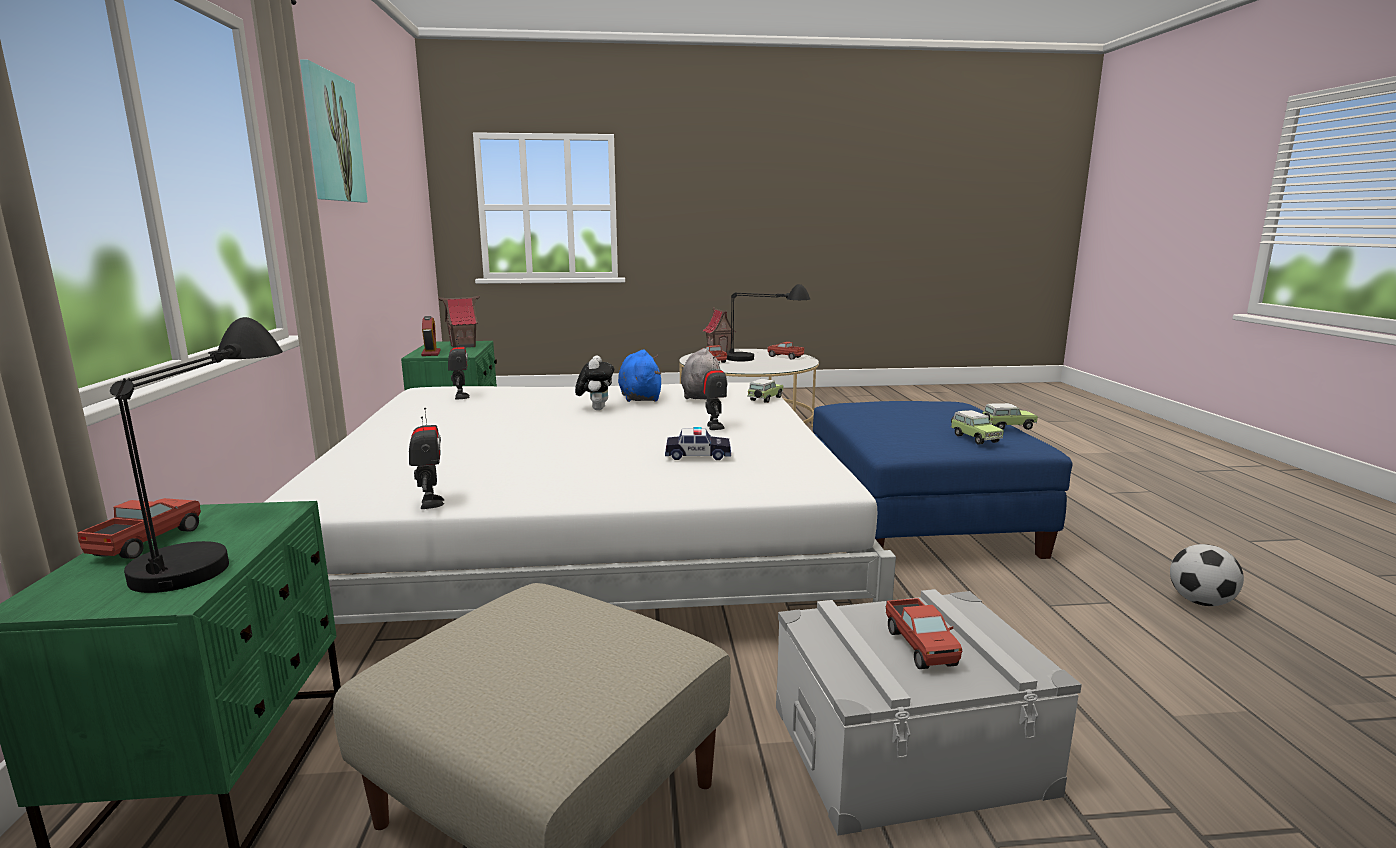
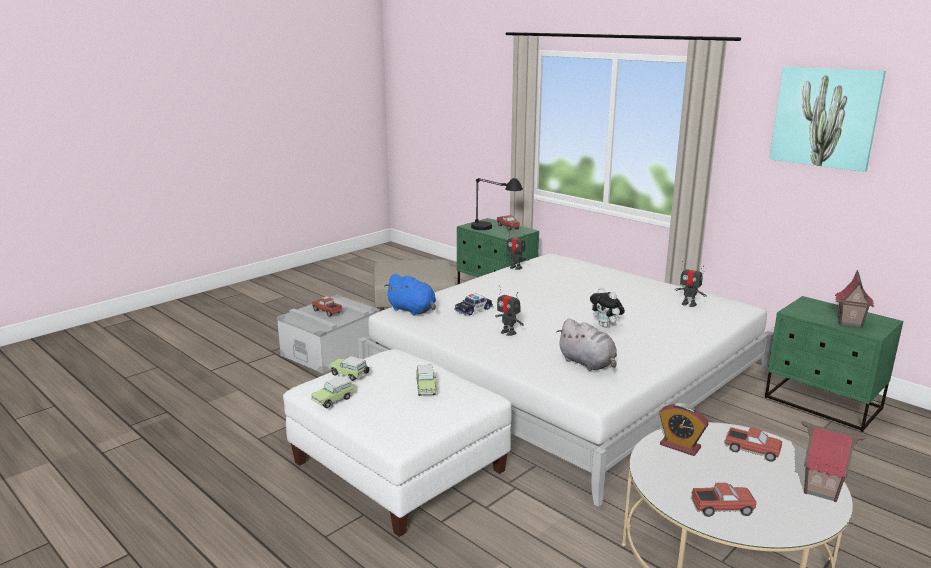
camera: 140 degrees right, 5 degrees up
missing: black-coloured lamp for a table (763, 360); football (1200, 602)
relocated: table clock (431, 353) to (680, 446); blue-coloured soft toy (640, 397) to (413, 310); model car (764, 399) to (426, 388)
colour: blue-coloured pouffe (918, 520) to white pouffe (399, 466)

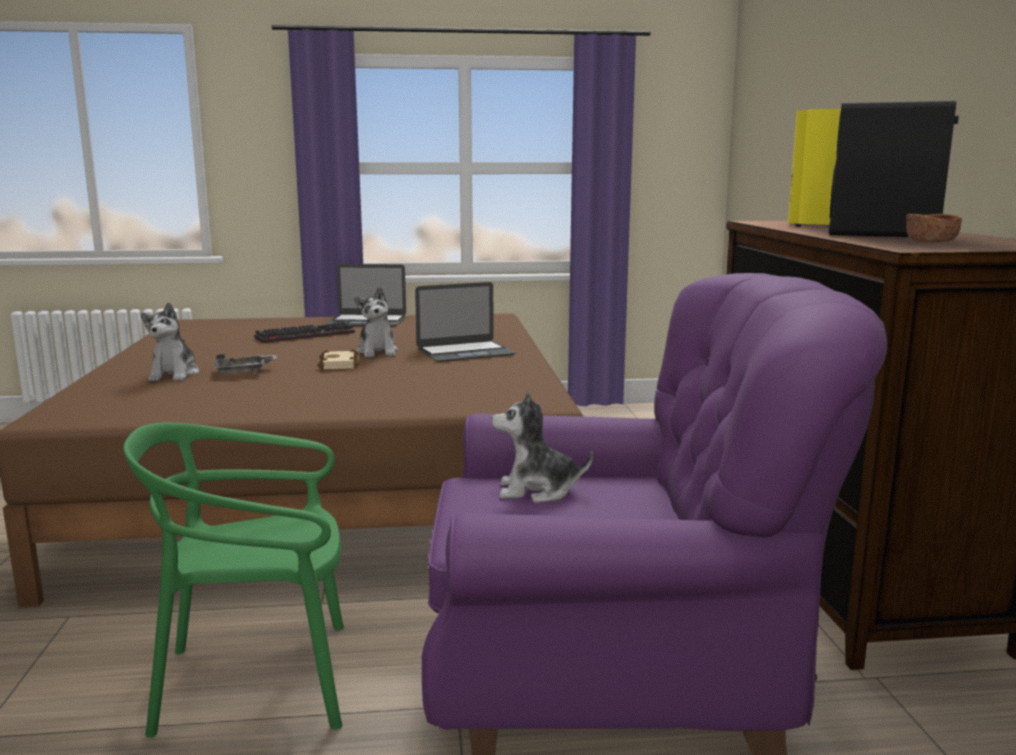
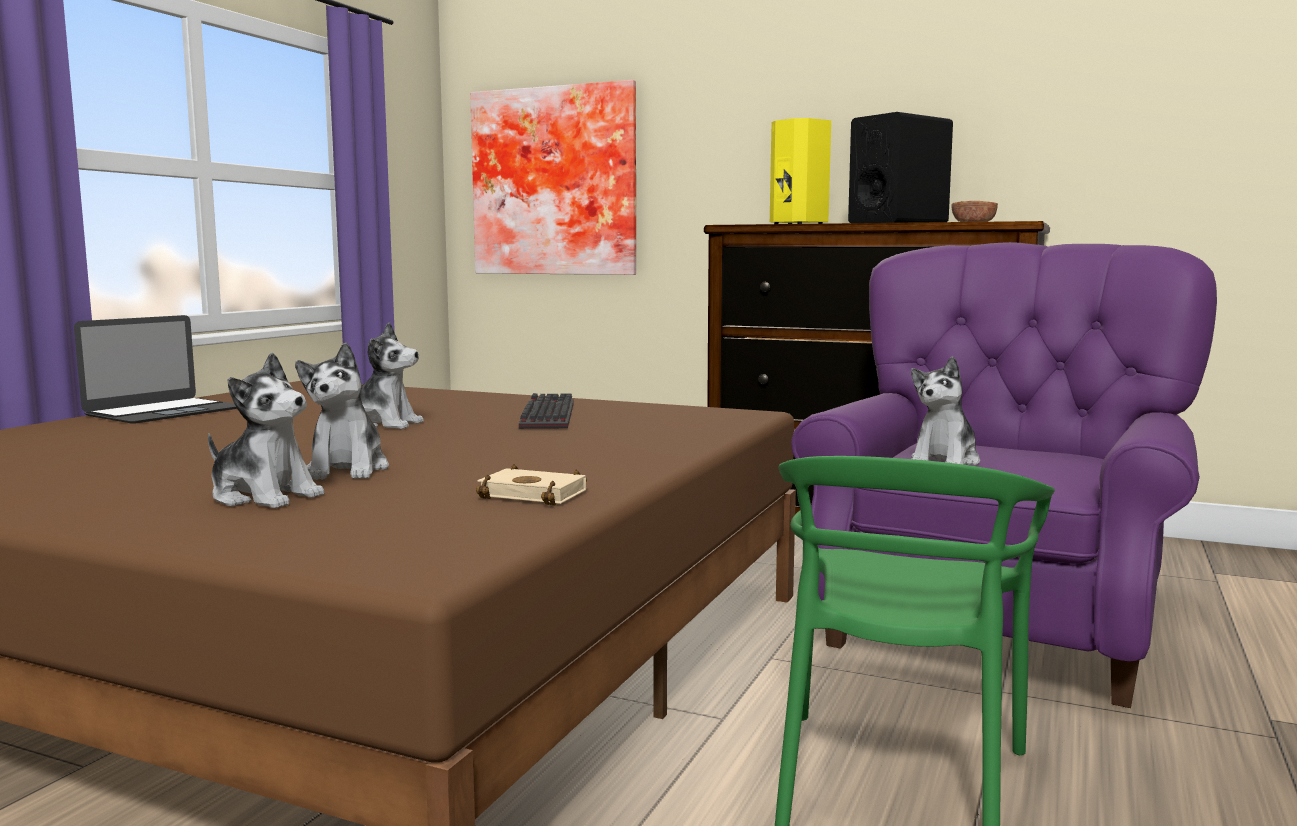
camera: 60 degrees left, 5 degrees down
missing: portable computer (465, 352)
appeared: wall art (556, 182)
relocated: keyboard (306, 335) to (545, 415); beige book (341, 365) to (537, 494)
exchanged: greyish tray (243, 372) to soft toy (347, 470)

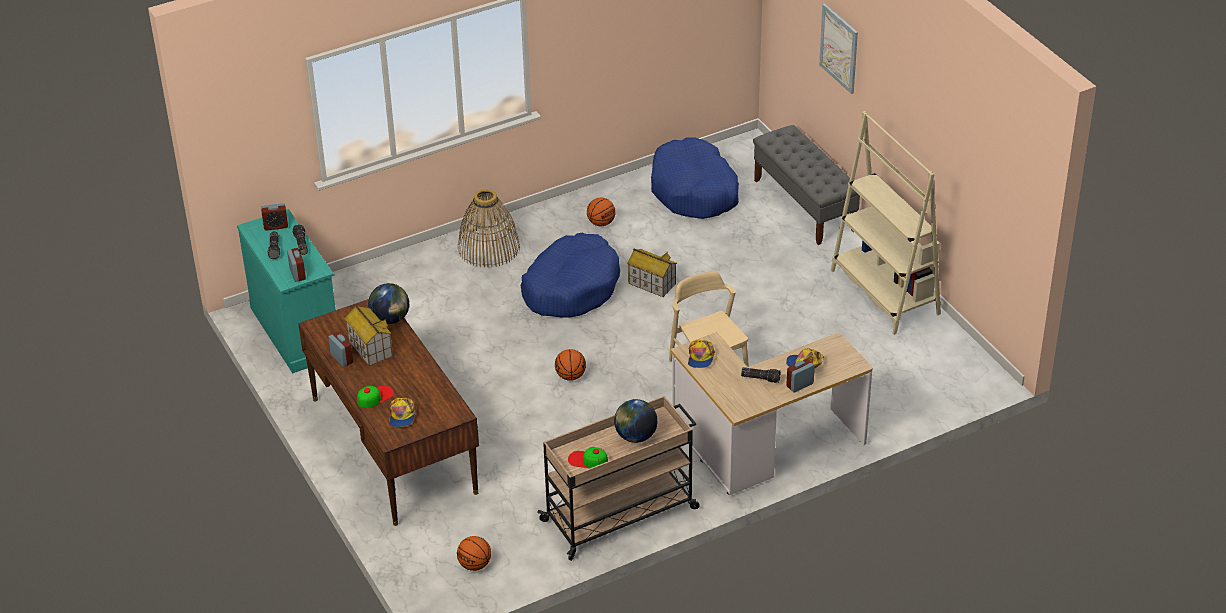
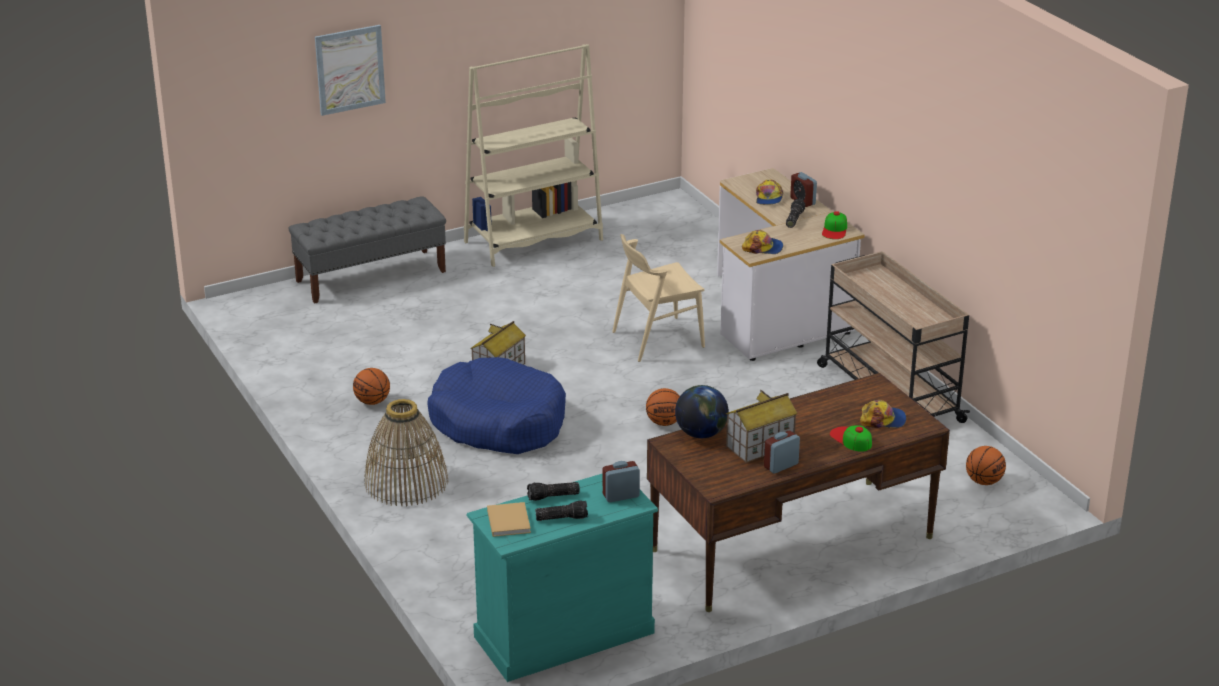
camera: 90 degrees left, 10 degrees down
missing: blue-coloured dog bed (694, 191); globe (635, 436)
relocated: baseball cap (588, 460) to (835, 229)
exchanged: table clock (276, 226) to beige book (508, 520)

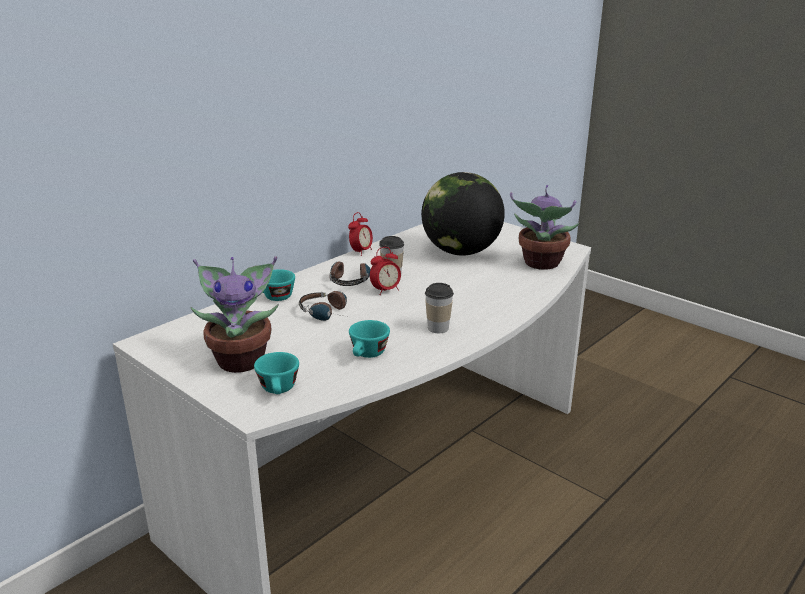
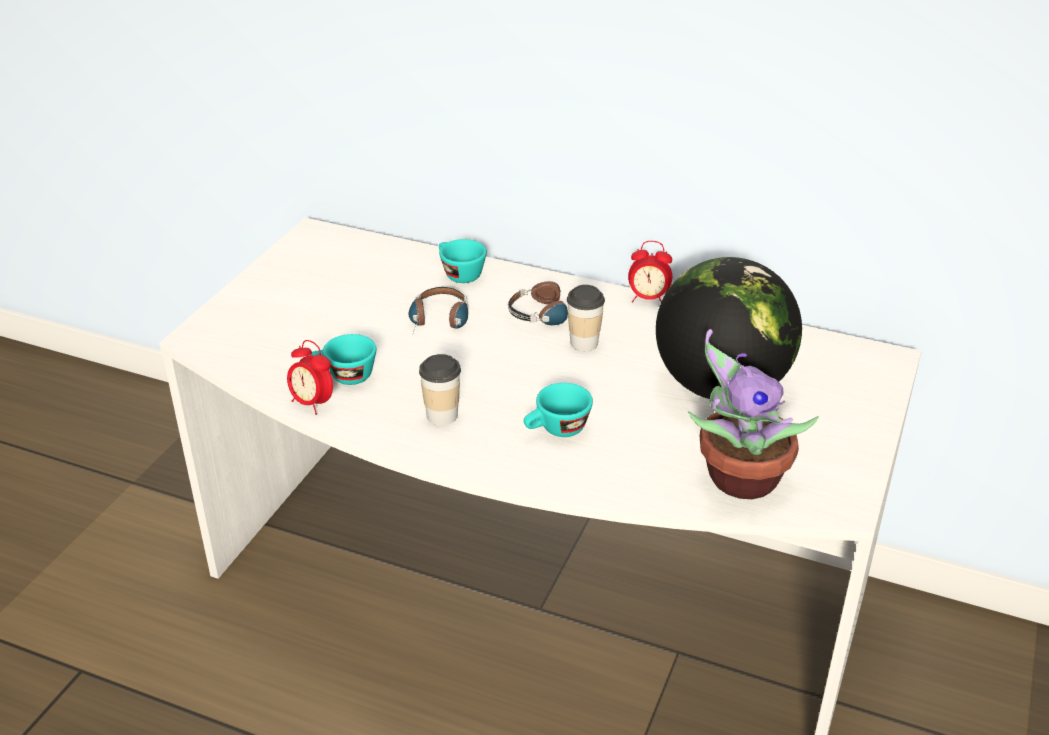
camera: 70 degrees right, 10 degrees up
missing: potted plant (241, 359)
relocated: table clock (386, 291) to (312, 403); turquoise-coloured small cup (279, 390) to (556, 430)

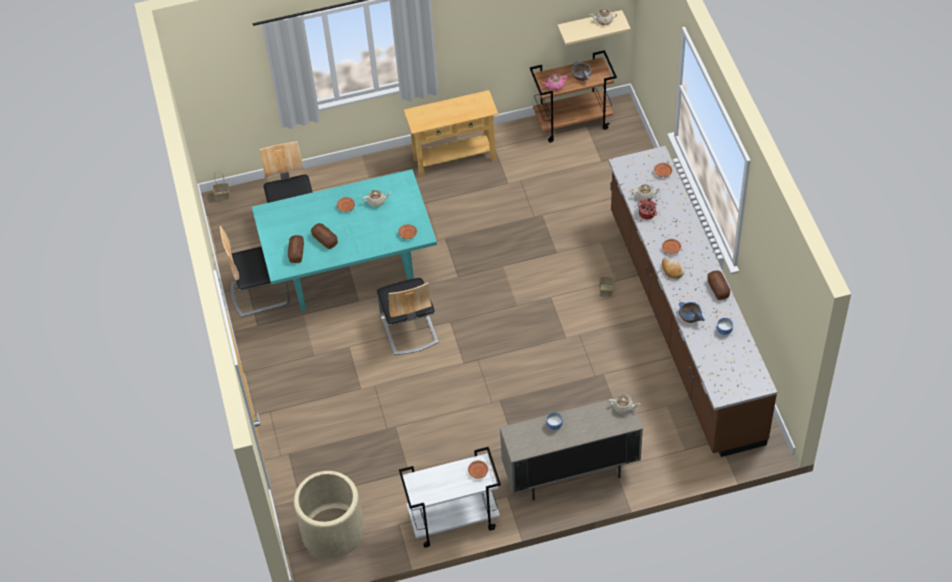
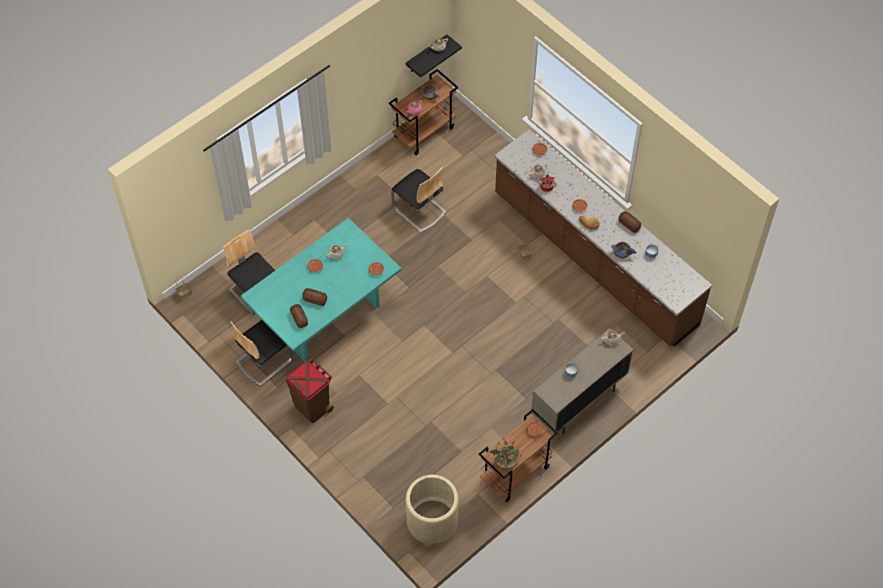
camera: 30 degrees left, 5 degrees up
missing: beige narrow table (454, 158)
appeared: brown-coloured waste bin (312, 406); potted plant (505, 463)
relocated: upright chair (409, 329) to (419, 210)
colour: beige shelf (589, 25) to black-coloured shelf (426, 54); white wheeled cart (453, 521) to brown-coloured wheeled cart (515, 474)

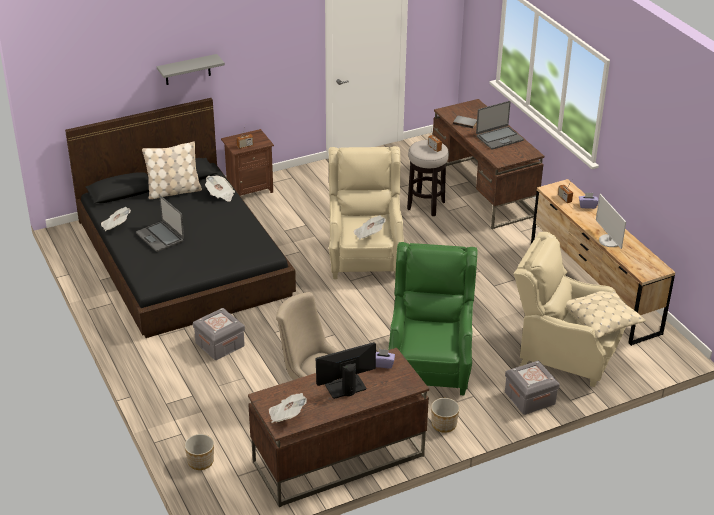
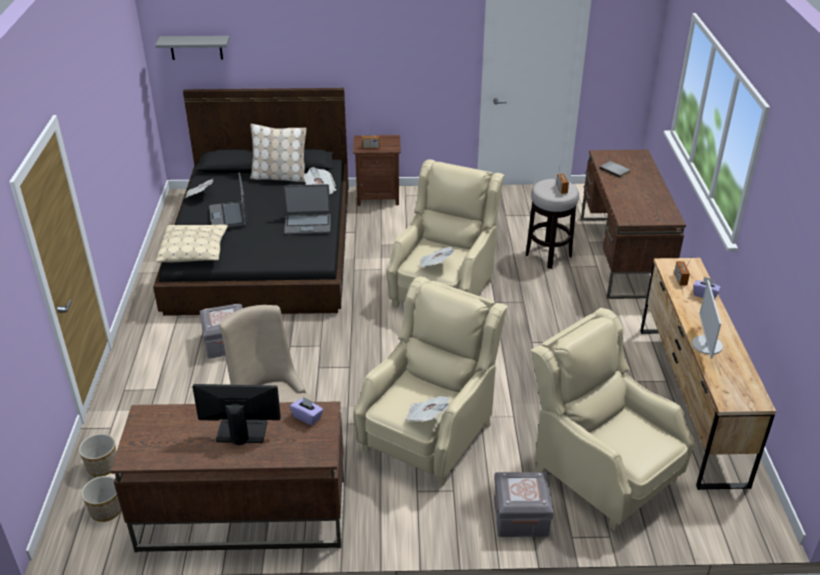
camera: 25 degrees right, 0 degrees up
relocated: greyish shelf (187, 70) to (196, 47); portable computer (499, 138) to (307, 224); beige cushion (602, 319) to (194, 251); printed paper (286, 415) to (426, 417); flower pot (444, 425) to (106, 510)
colour: green lounge chair (430, 364) to beige lounge chair (429, 434)

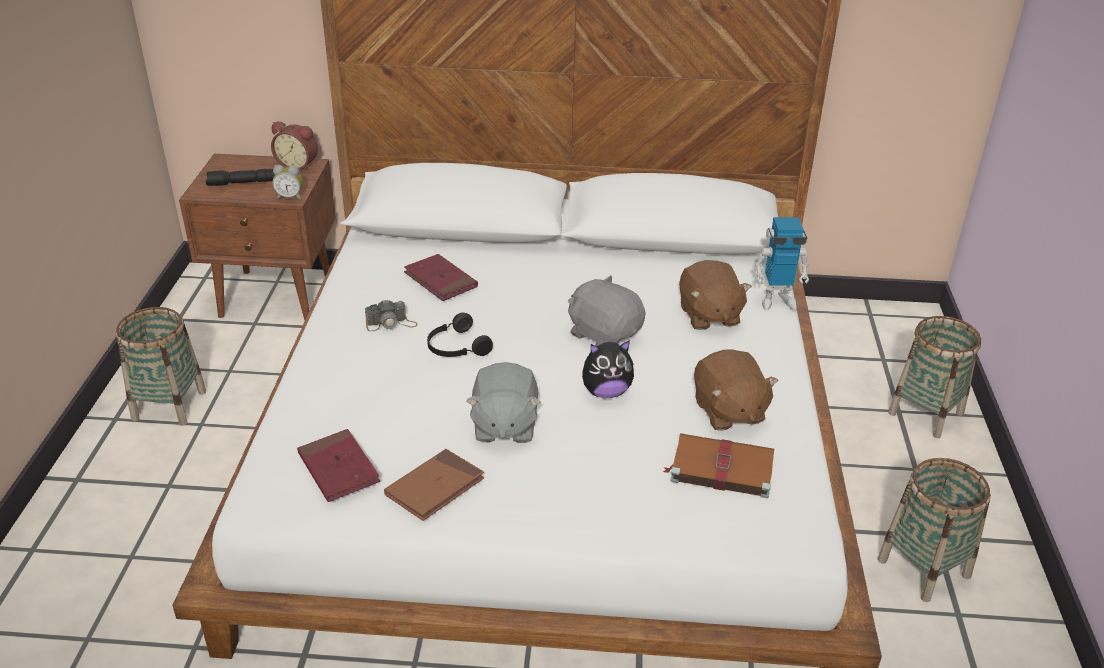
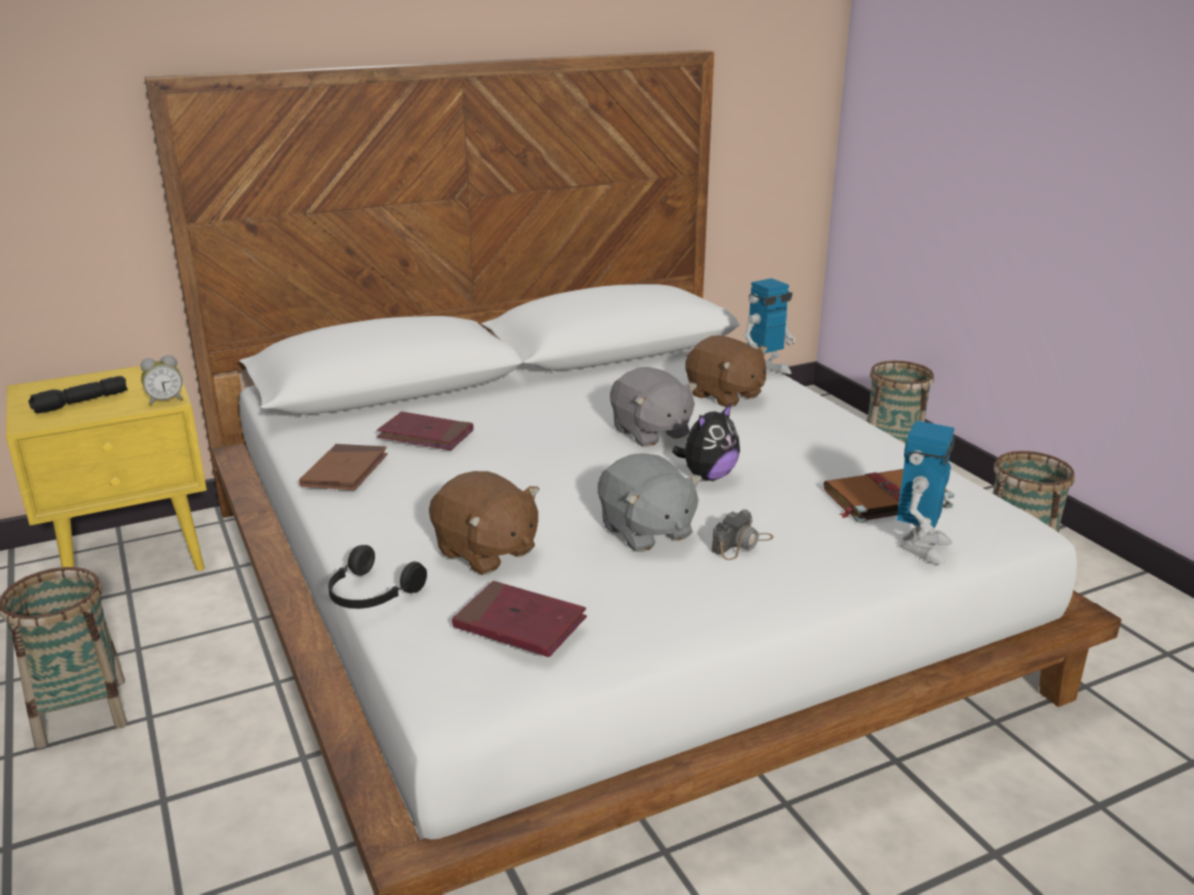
camera: 30 degrees left, 10 degrees down
missing: table clock (298, 165)
appeared: model robot (920, 546)
relocated: photo camera (391, 324) to (742, 544); black-coloured pair of headphones (456, 347) to (371, 594); brown-coloured soft toy (728, 411) to (486, 552); brown-coloured book (435, 488) to (345, 471)
colour: brown-coloured bedside table (277, 296) to yellowish bedside table (135, 556)
spun: greyish soft toy (604, 334) = (650, 433) 135 degrees counterclockwise

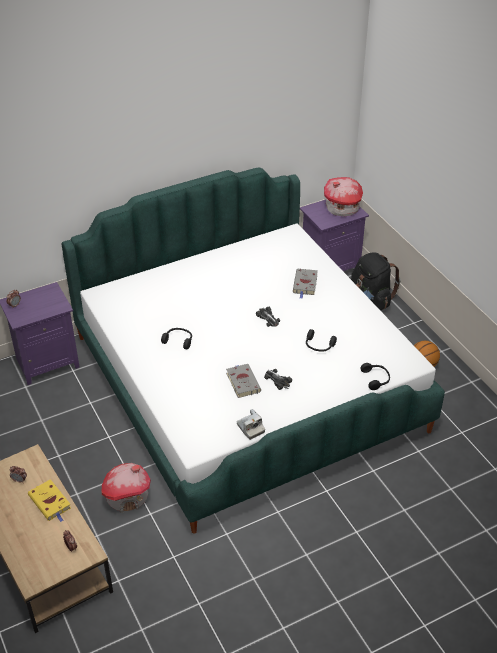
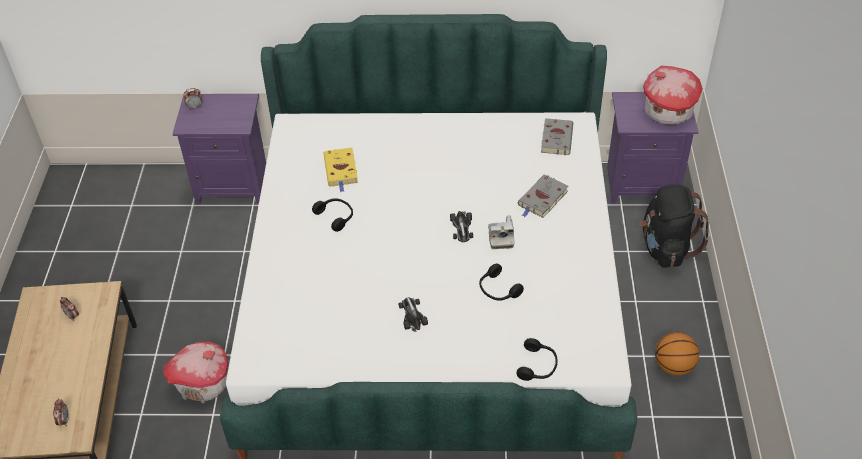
camera: 30 degrees right, 5 degrees up
relocated: greyish book (242, 382) to (556, 138); photo camera (250, 428) to (500, 237); yellowish book (50, 503) to (341, 171)

